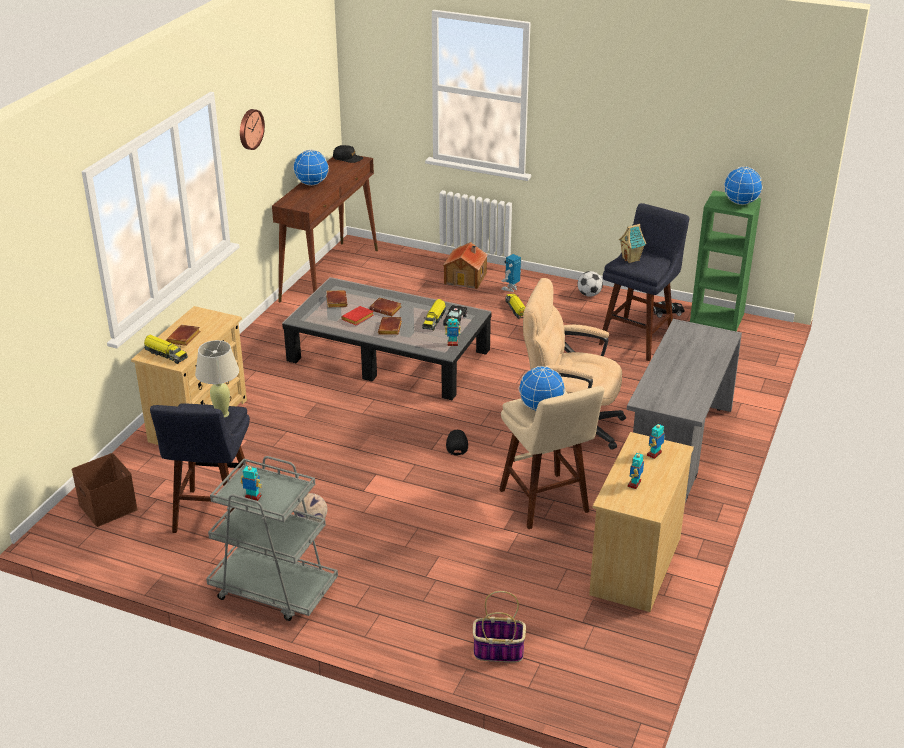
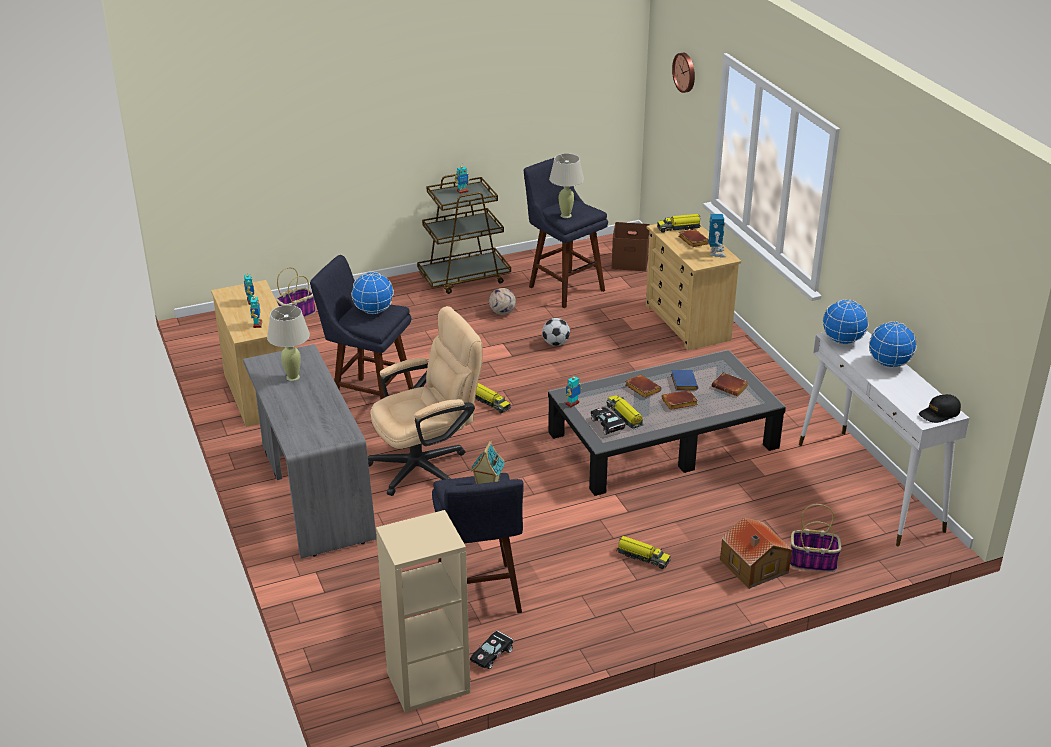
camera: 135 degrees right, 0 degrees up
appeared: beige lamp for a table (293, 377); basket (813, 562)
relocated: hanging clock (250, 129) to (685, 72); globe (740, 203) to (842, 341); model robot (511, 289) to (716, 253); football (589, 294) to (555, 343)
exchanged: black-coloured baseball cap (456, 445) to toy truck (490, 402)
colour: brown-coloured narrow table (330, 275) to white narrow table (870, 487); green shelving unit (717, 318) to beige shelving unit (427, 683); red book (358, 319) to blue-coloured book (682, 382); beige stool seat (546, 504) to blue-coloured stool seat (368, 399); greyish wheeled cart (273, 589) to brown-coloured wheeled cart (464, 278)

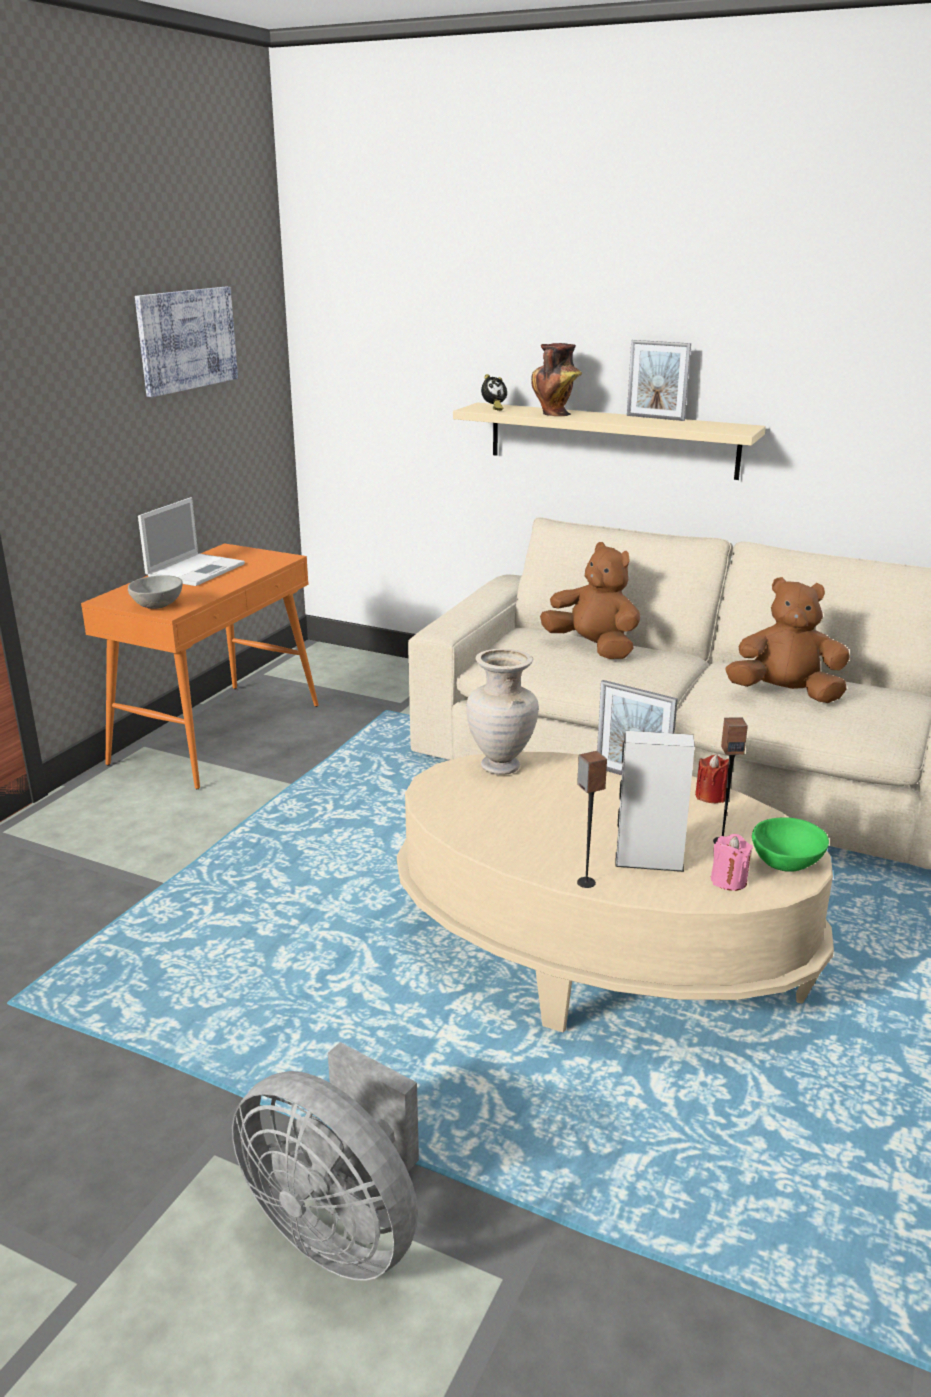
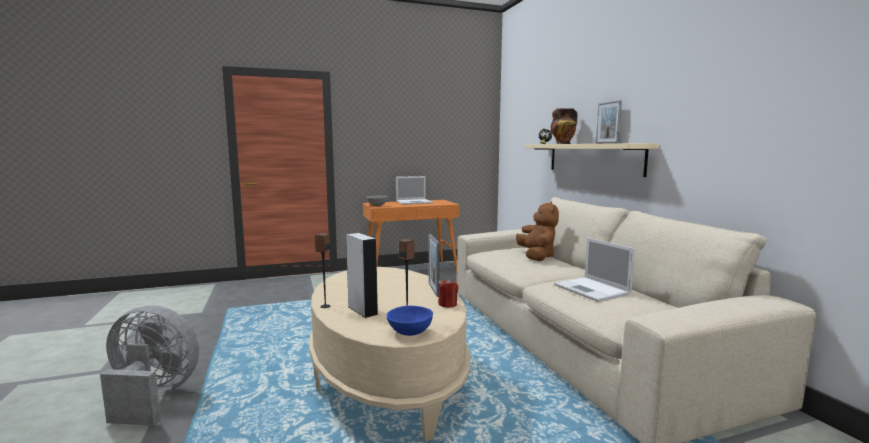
camera: 45 degrees right, 15 degrees down
missing: wall art (186, 339); beige vase (501, 767); pinkish wax candle (728, 881)
exchanged: brown-coloured soft toy (785, 694) to portable computer (592, 290)
colour: green bowl (787, 865) to blue-coloured bowl (410, 333)
spun: greyish electric fan (340, 1228) = (152, 397) 105 degrees clockwise

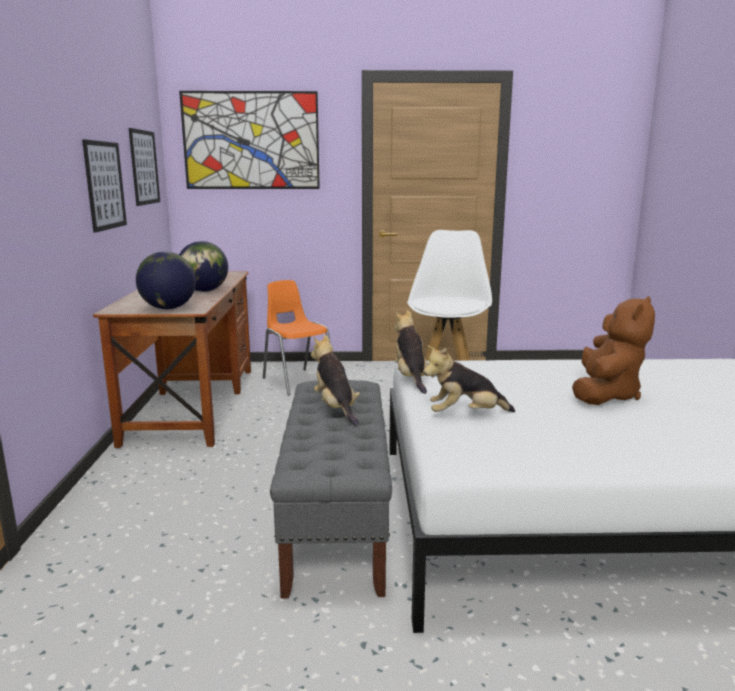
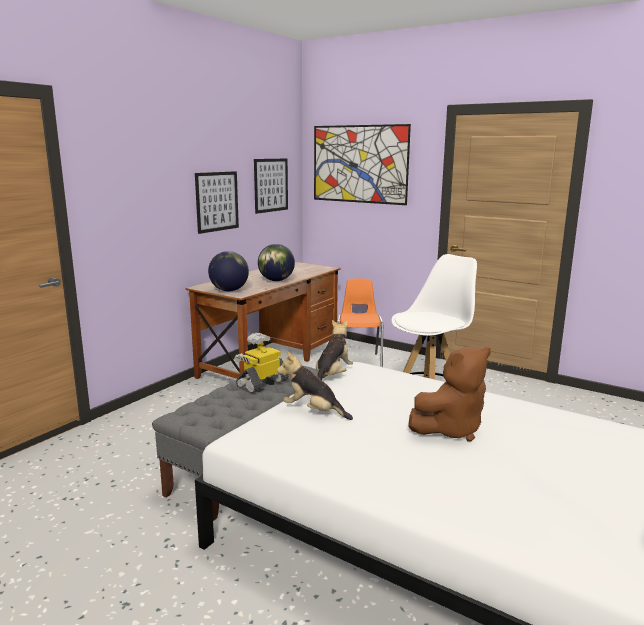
camera: 35 degrees right, 0 degrees up
exchanged: soft toy (336, 408) to model robot (262, 384)

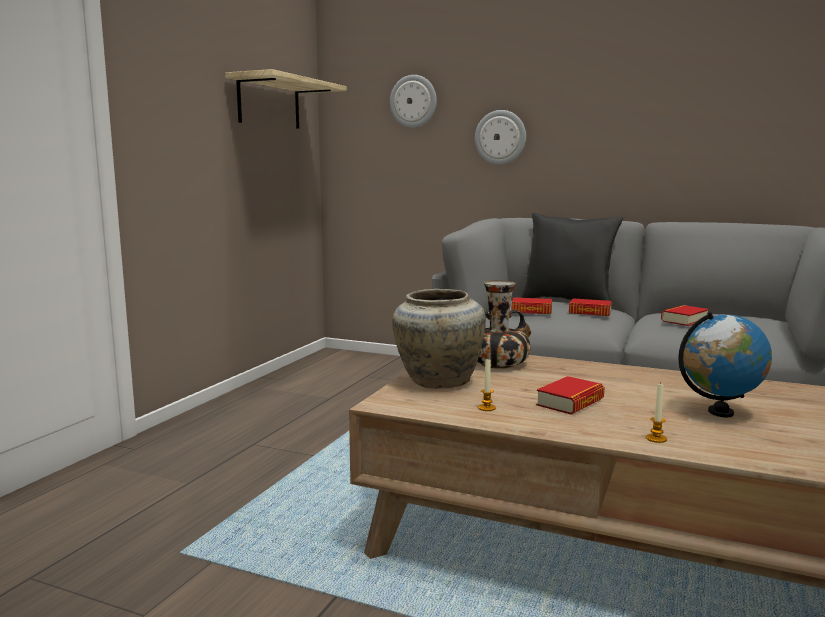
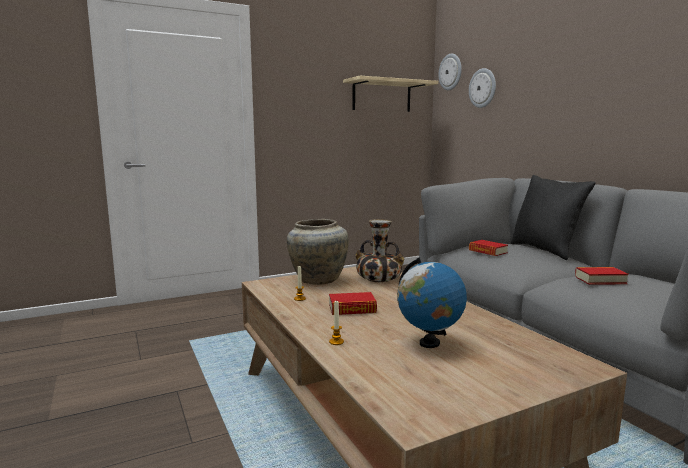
camera: 40 degrees right, 0 degrees up
missing: book (590, 312)
relocated: hanging clock (500, 137) to (450, 72)

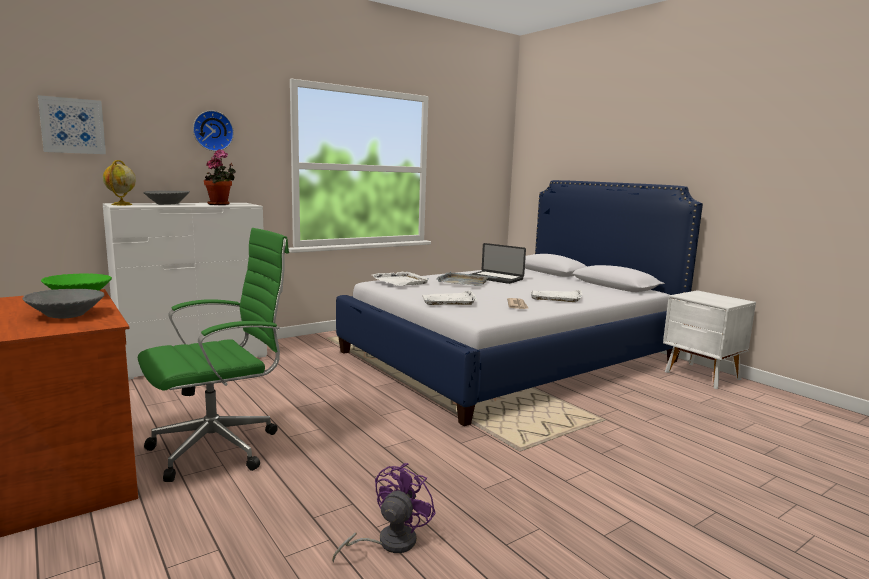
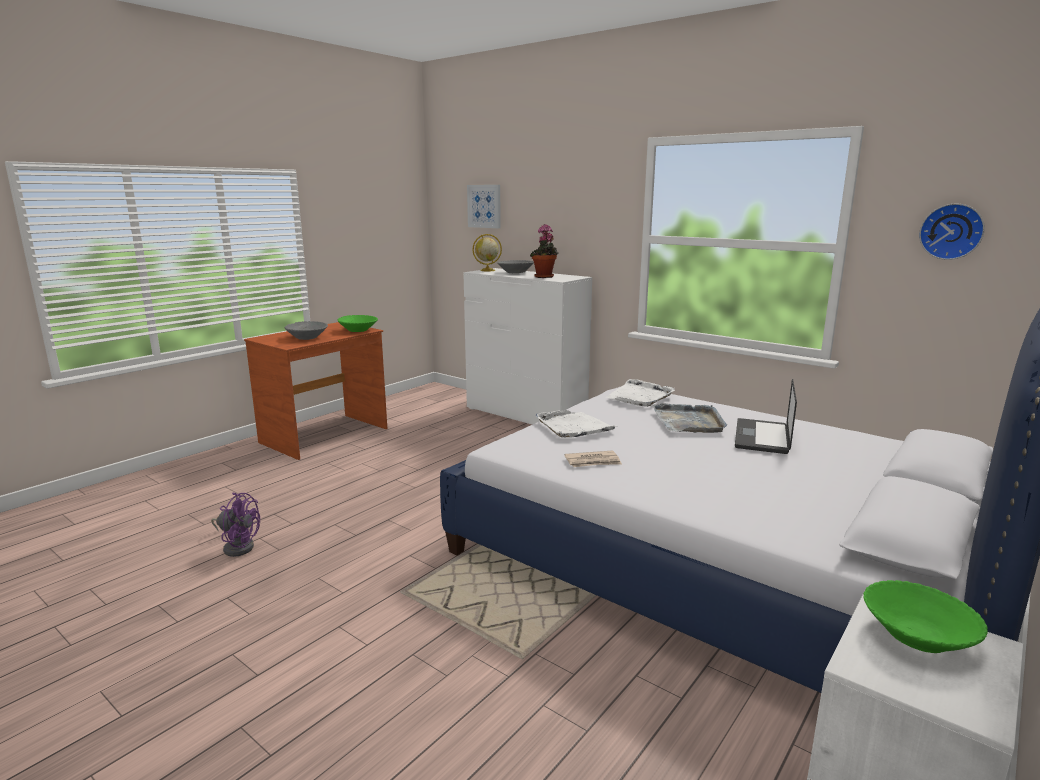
camera: 75 degrees right, 5 degrees up
missing: green office chair (220, 448); white tray (556, 297)
appeared: green bowl (917, 636)
relocated: hanging clock (212, 131) to (951, 231)

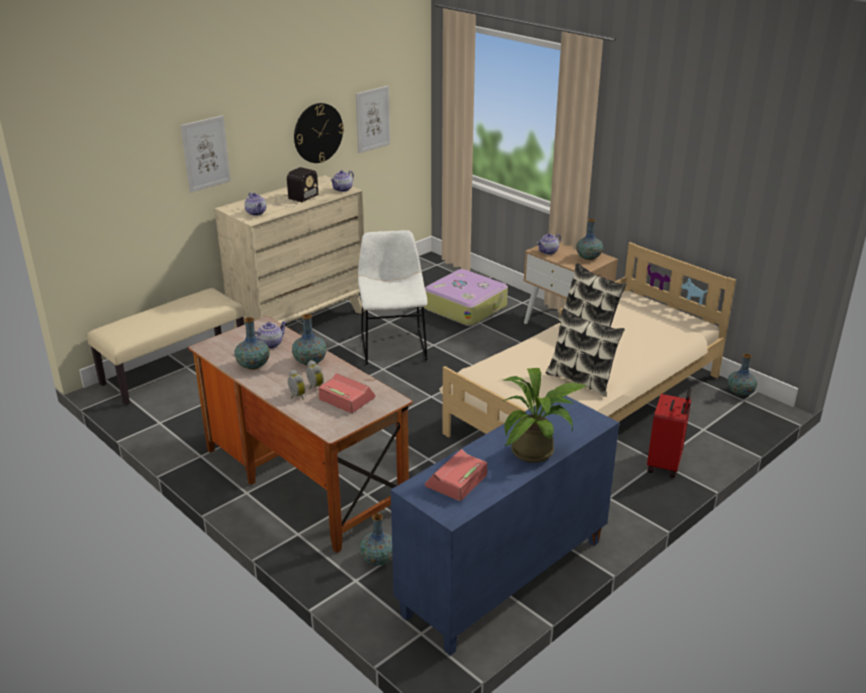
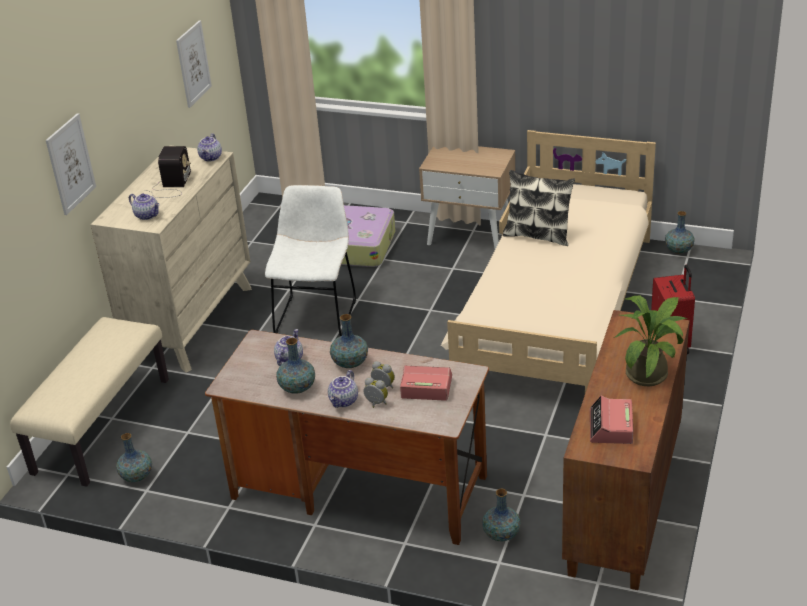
camera: 25 degrees left, 5 degrees up
missing: hanging clock (318, 133); cushion (581, 380)
relocated: vase (588, 257) to (137, 476); teapot (548, 252) to (344, 401)
colour: blue-coloured cupboard (504, 579) to brown-coloured cupboard (625, 504)
spun: white upright chair (393, 345) = (317, 314) 45 degrees clockwise

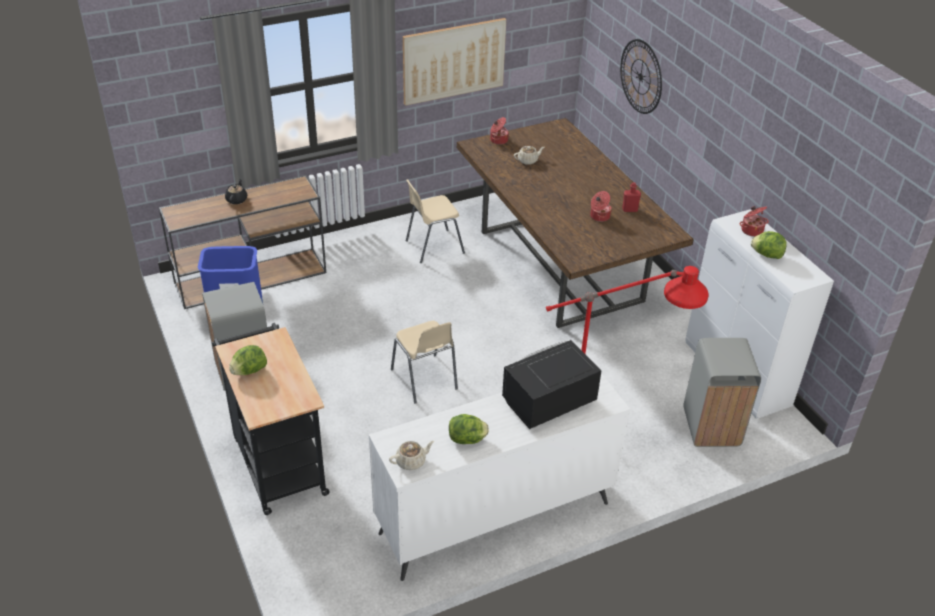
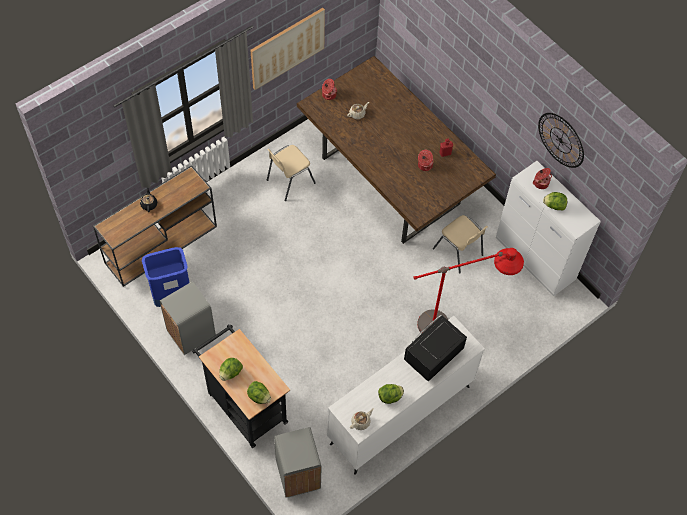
camera: 15 degrees left, 20 degrees up
appeared: lettuce head (259, 396)
relocated: hanging clock (640, 76) to (561, 140); beige upright chair (425, 380) to (459, 252); greyish waste bin (710, 427) to (297, 475)

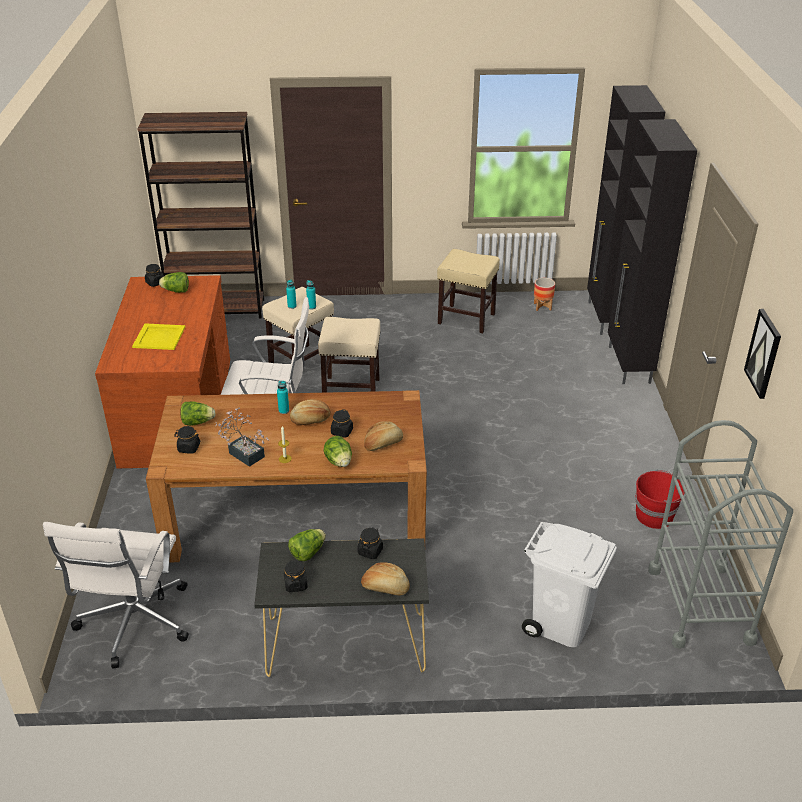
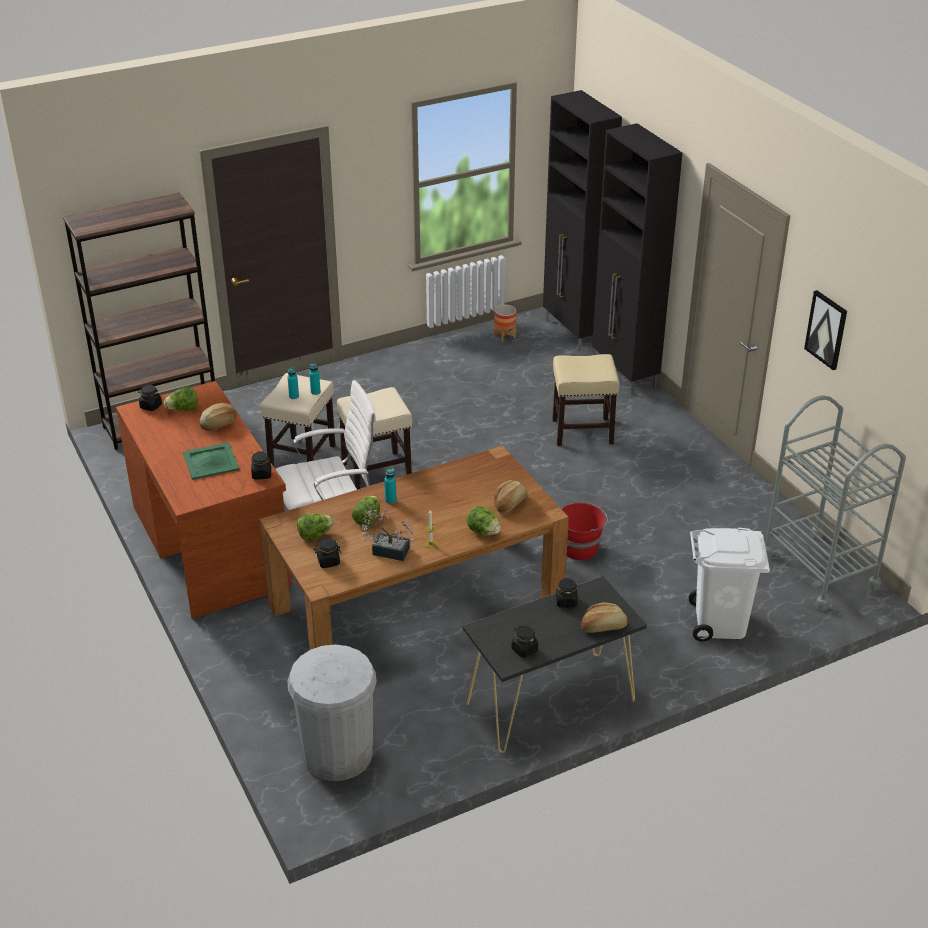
camera: 25 degrees left, 0 degrees up
relocated: beige stool seat (465, 318) to (581, 432); bakery bread (310, 419) to (219, 424); black-coloured storage jar (342, 432) to (261, 474); red water bucket (655, 516) to (580, 548); lettuce head (308, 552) to (367, 519)
exchanged: white office chair (133, 623) to white waste bin (337, 754)
colour: yellowish tray (159, 337) to green tray (211, 461)

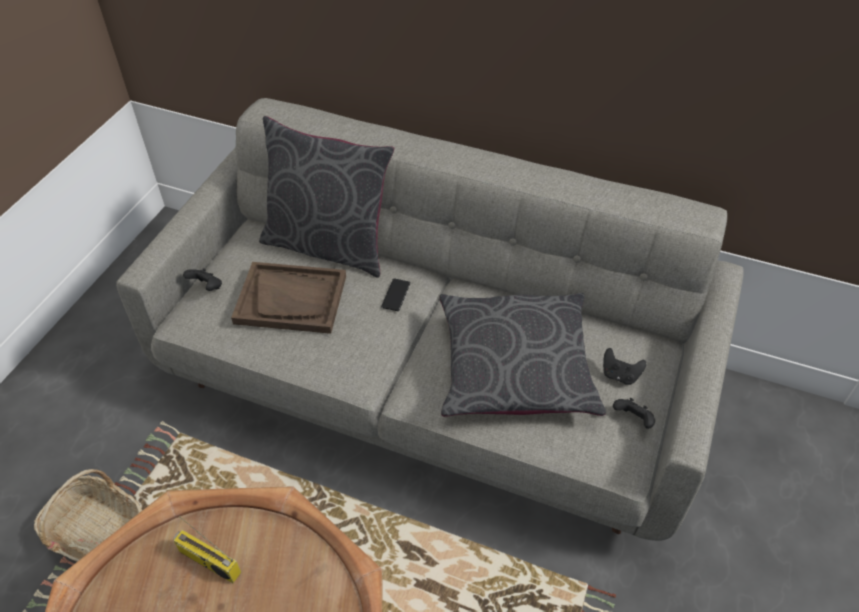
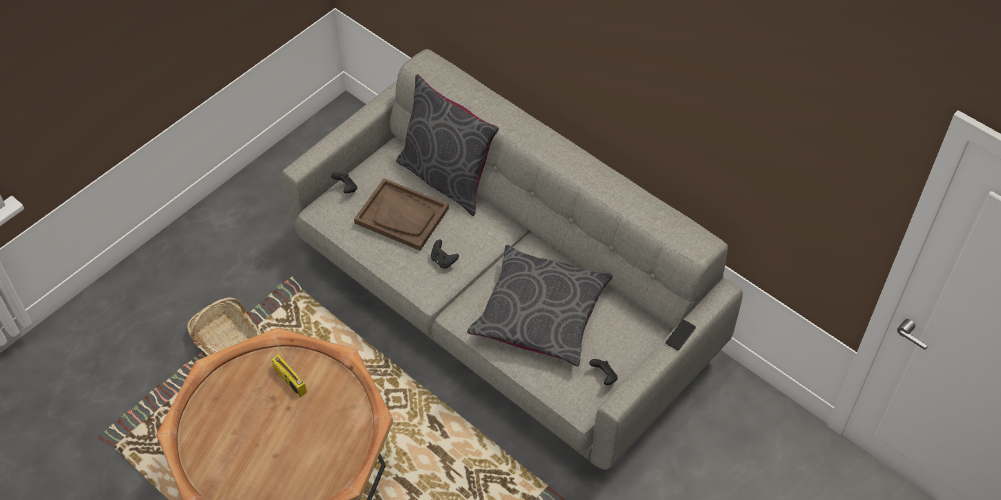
camera: 20 degrees right, 5 degrees up
relocated: phone (396, 295) to (680, 335); black-coloured gamepad (619, 375) to (443, 261)

